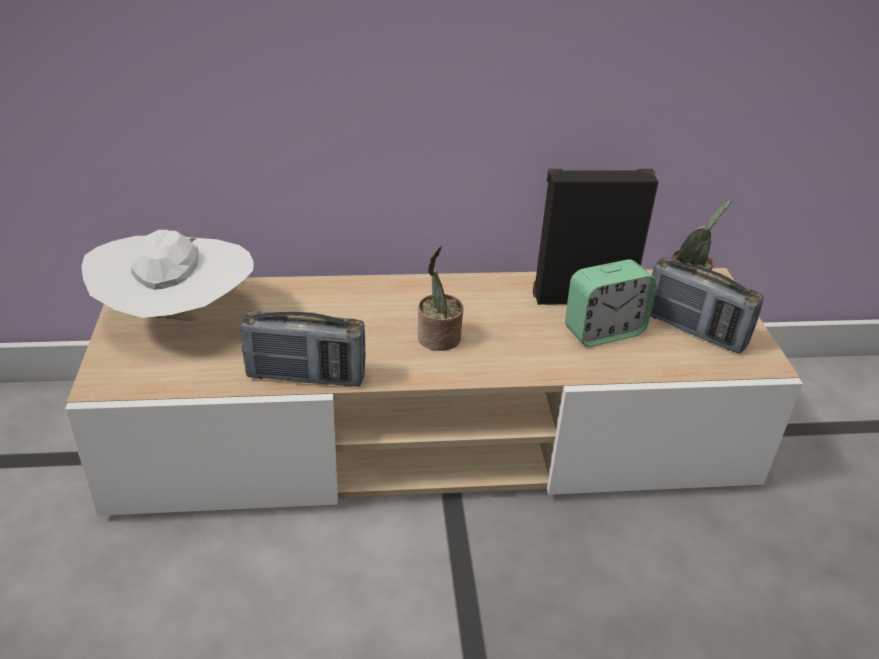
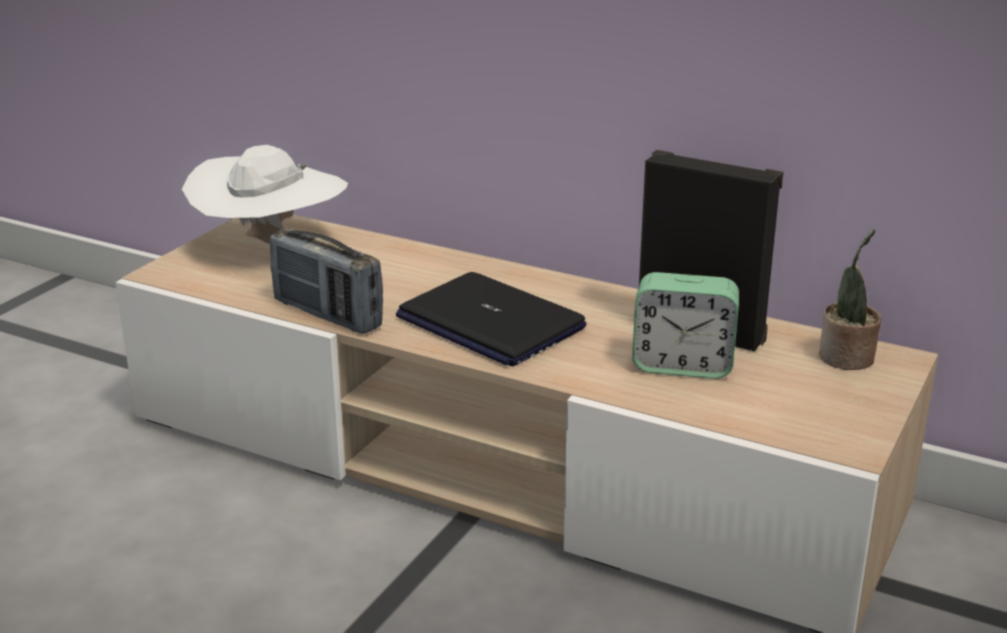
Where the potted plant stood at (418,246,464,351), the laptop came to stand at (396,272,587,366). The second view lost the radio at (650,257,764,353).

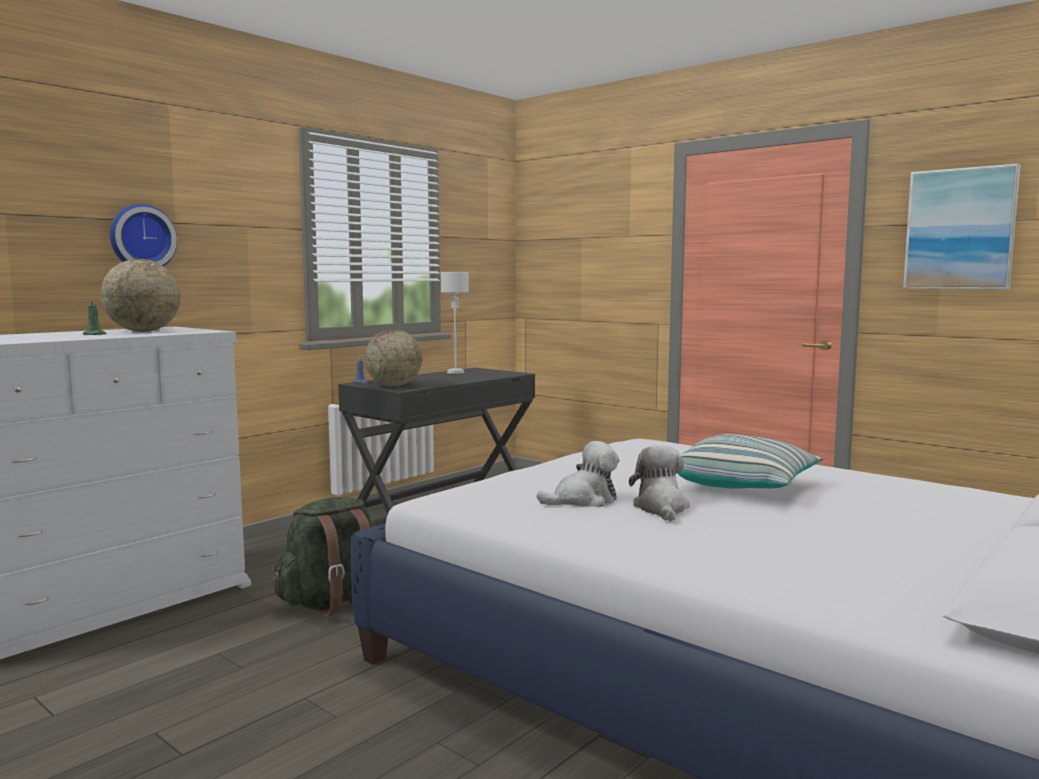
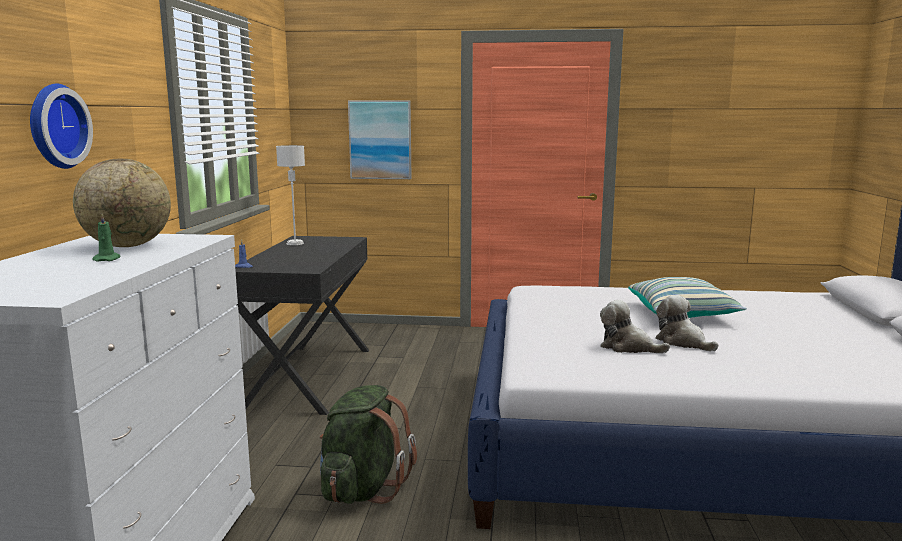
The picture ended up elsewhere, having gone from (903,164,1020,290) to (348,100,412,179). The plush toy at (537,441,619,507) ended up facing another way, 90 degrees counterclockwise from before. The second view lost the globe at (365,329,422,387).

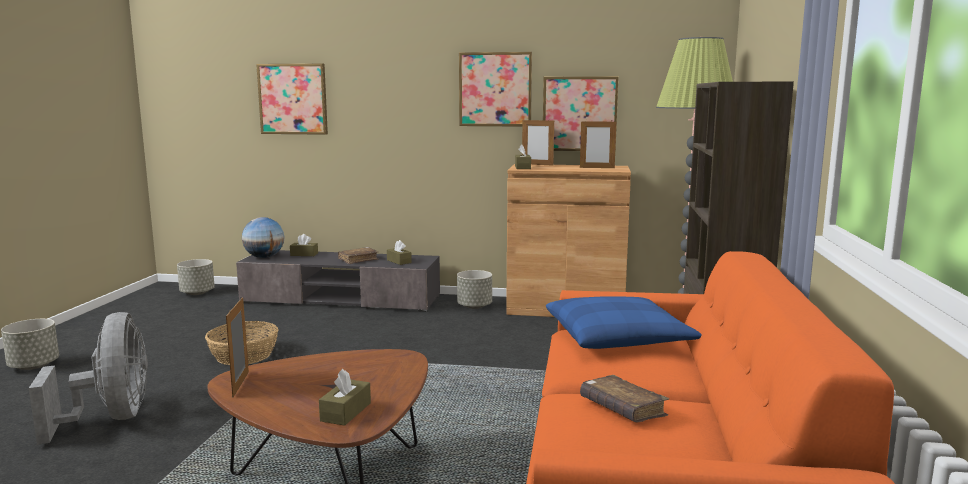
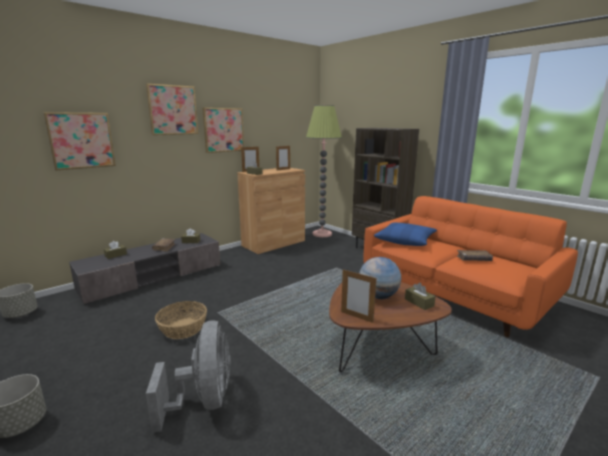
The picture ended up elsewhere, having gone from (543,76,619,152) to (146,83,198,135). The fan (grey) at (29,312,148,445) ended up facing another way, 60 degrees clockwise from before. The globe ended up elsewhere, having gone from (242,217,284,258) to (359,257,401,299). The second view lost the planter (grey) at (457,270,492,309).

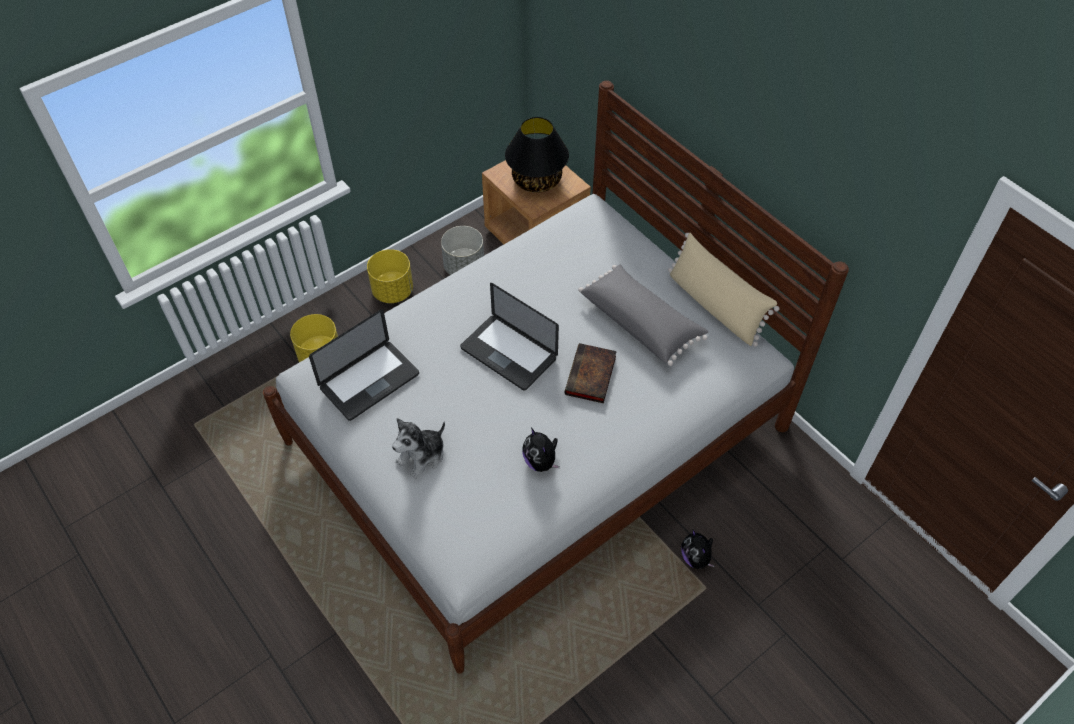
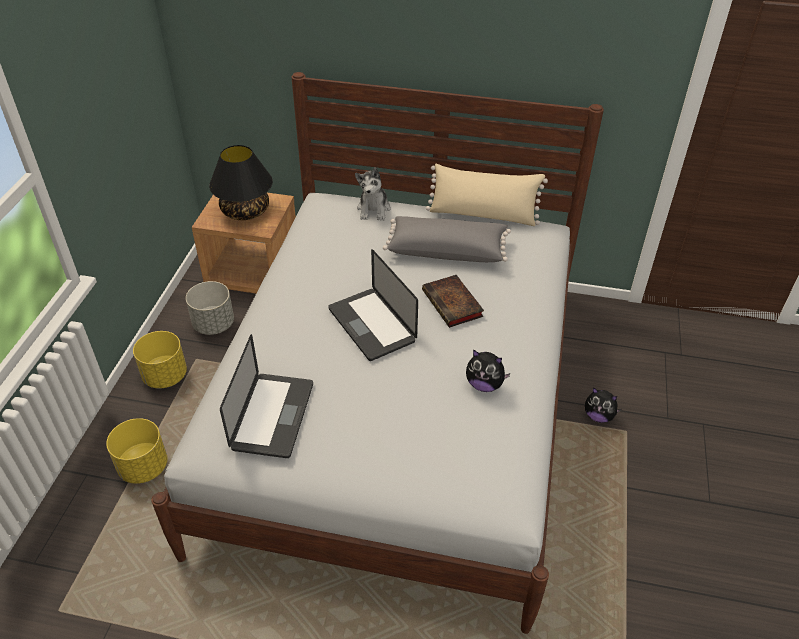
The laptop at (460,283,559,391) ended up facing another way, 60 degrees clockwise from before. The plush toy ended up elsewhere, having gone from (392,418,445,479) to (355,167,390,221).

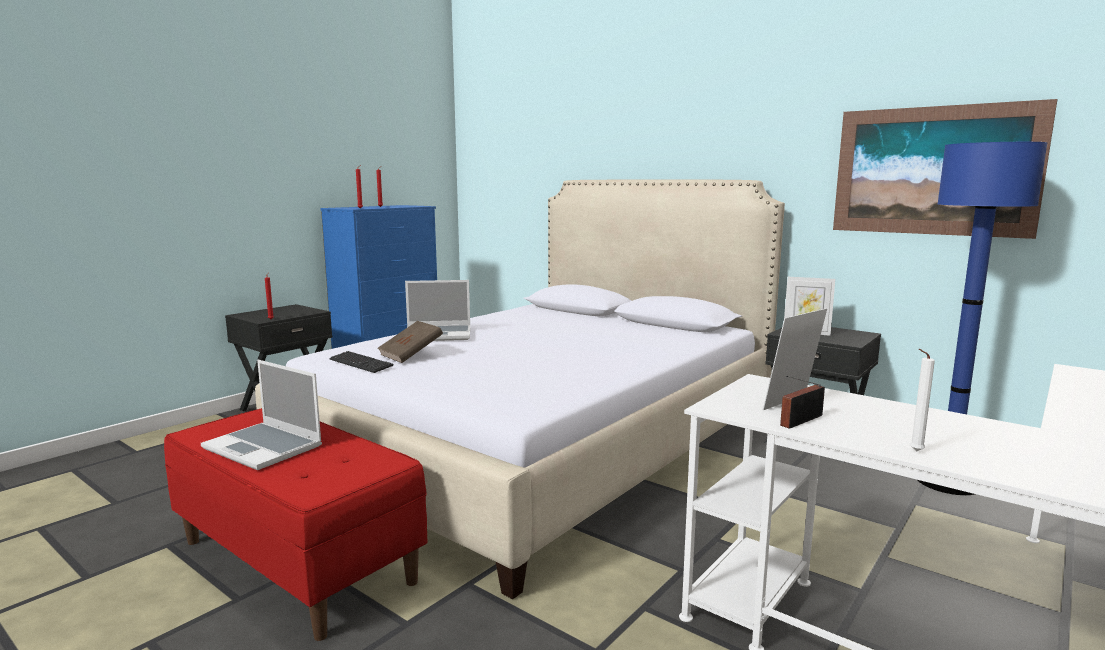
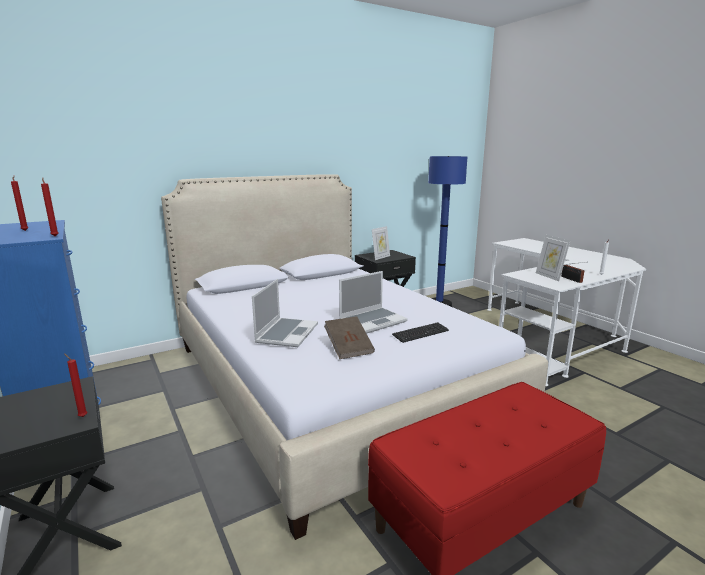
The laptop ended up elsewhere, having gone from (201,360,322,470) to (339,271,408,334). The keyboard ended up elsewhere, having gone from (329,351,394,373) to (392,322,449,343). The second view lost the picture at (833,99,1058,239).

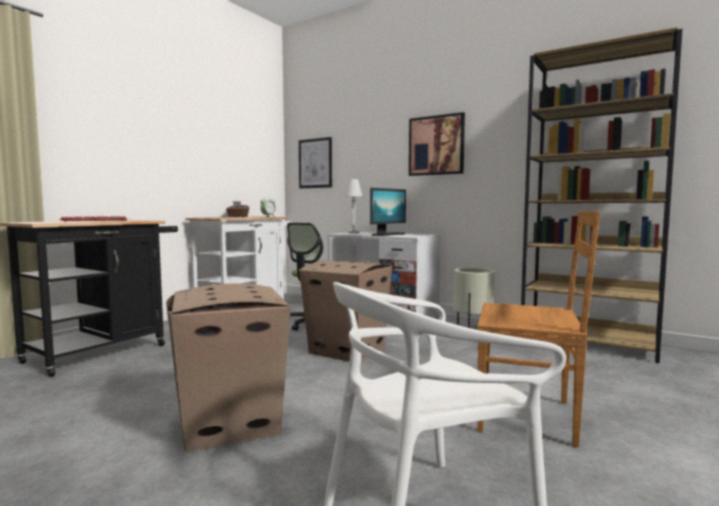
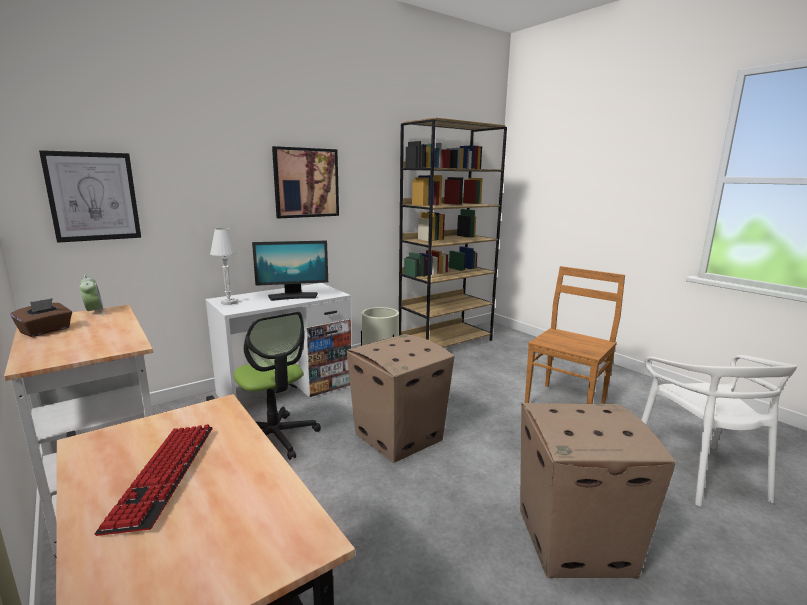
The monitor at (370,188,406,236) ended up facing another way, 105 degrees clockwise from before.

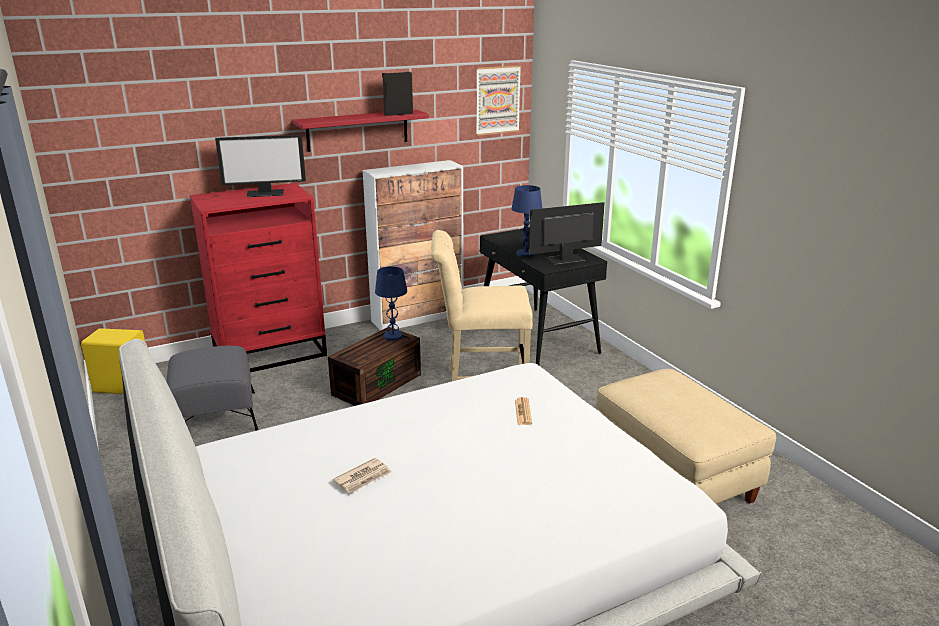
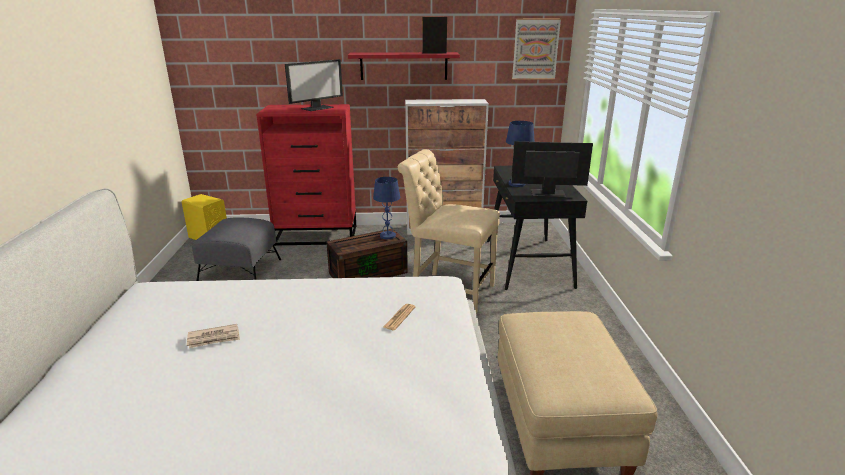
The monitor at (215,135,306,197) ended up facing another way, 60 degrees counterclockwise from before.

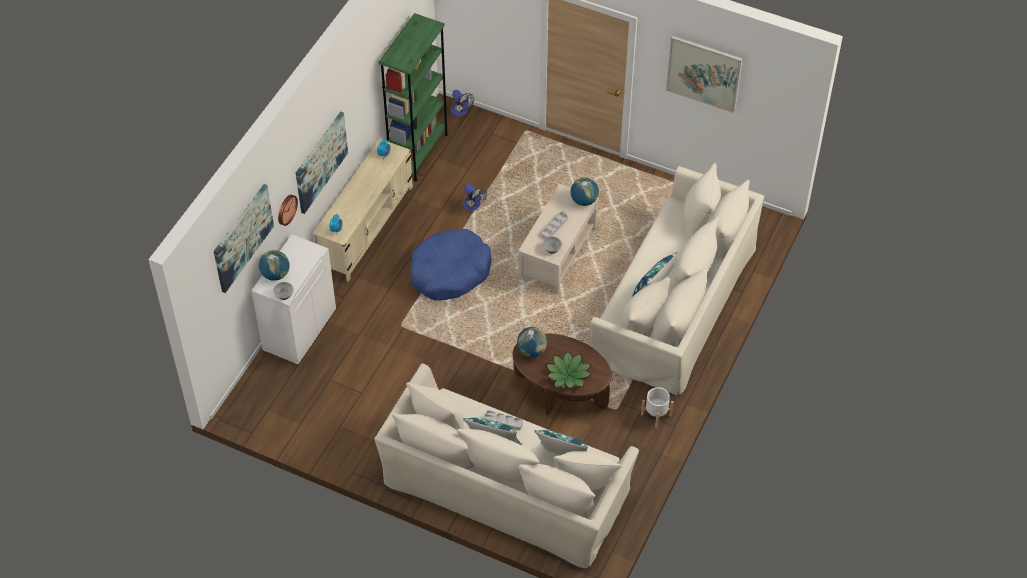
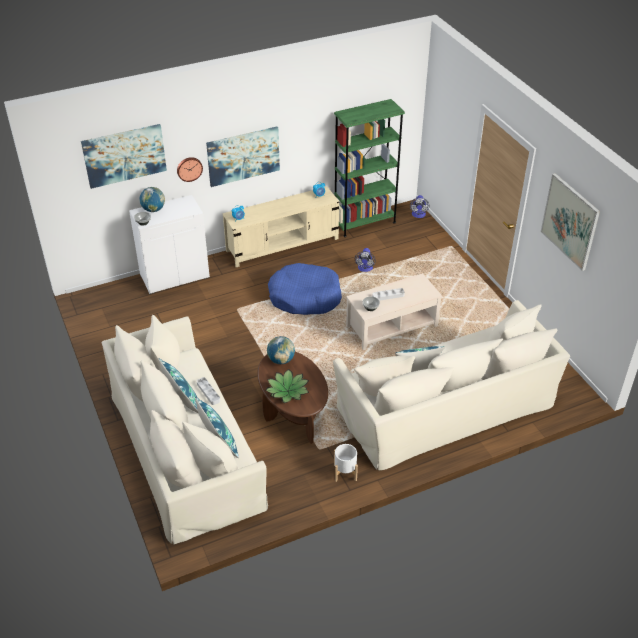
The second view lost the globe at (570,177,599,206).

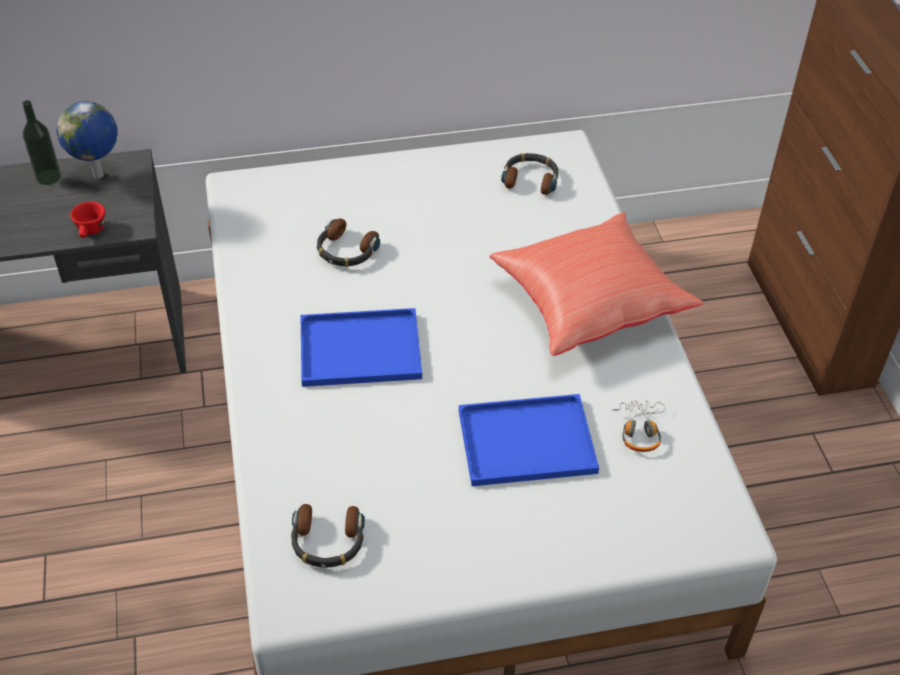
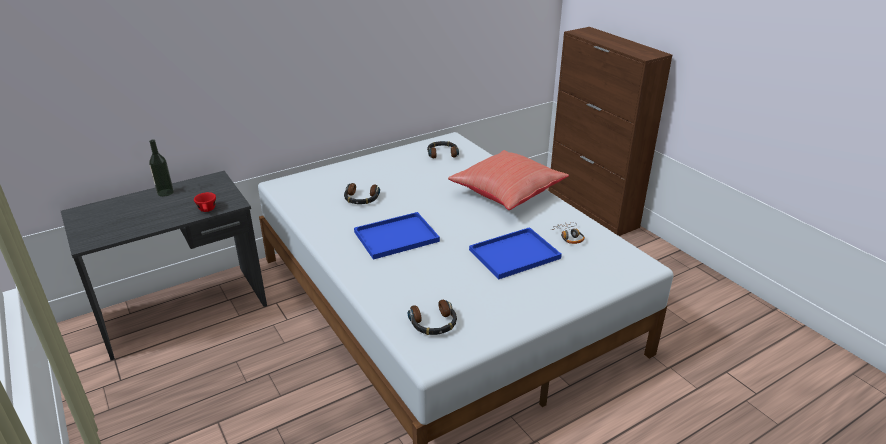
The second view lost the globe at (56,101,118,178).

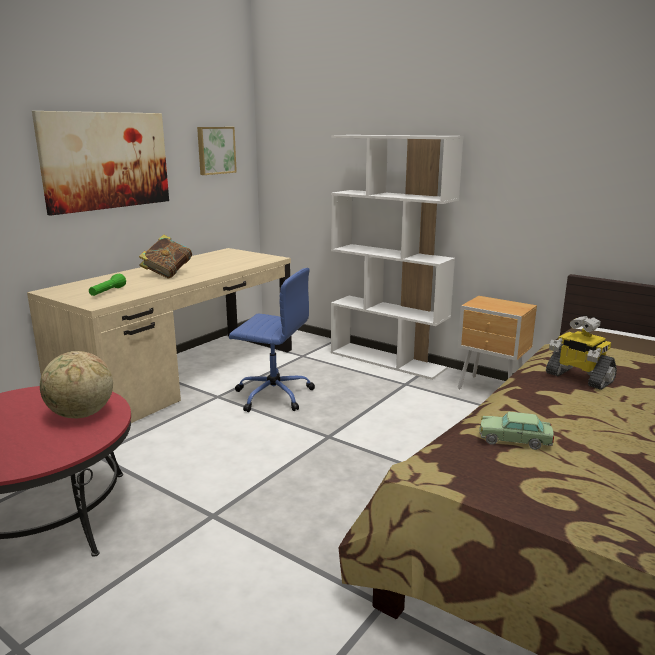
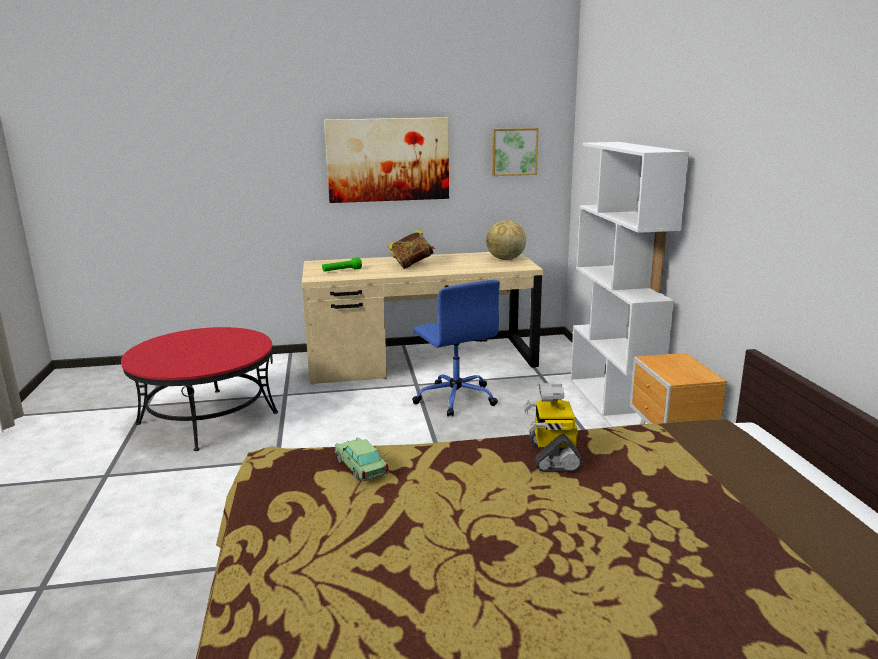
The globe ended up elsewhere, having gone from (40,351,113,418) to (486,220,526,260).

